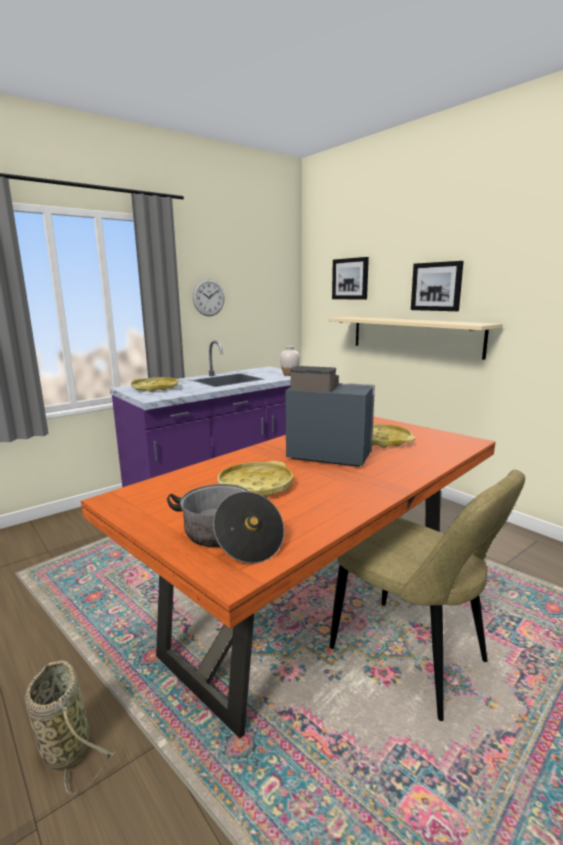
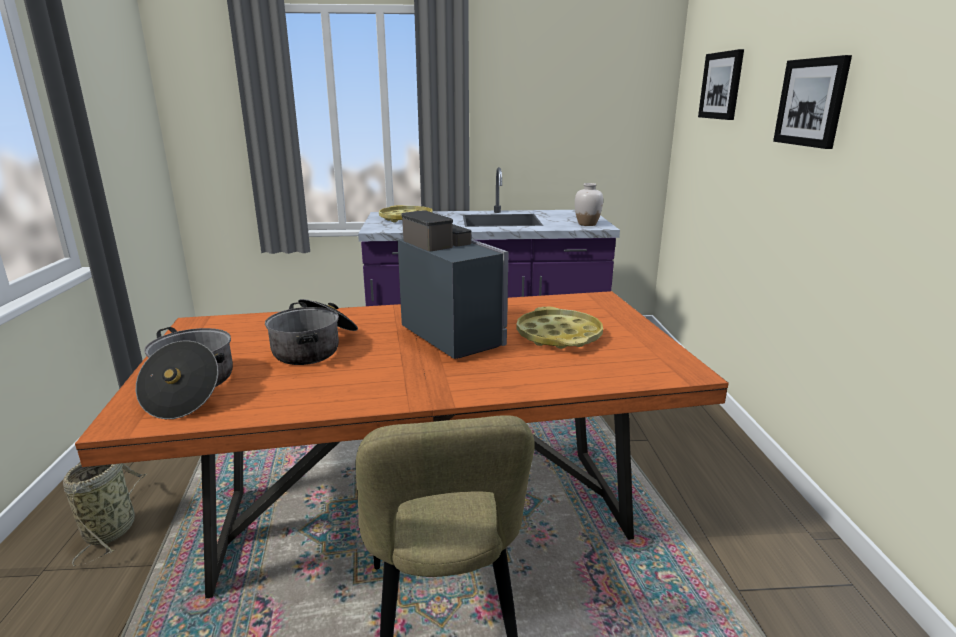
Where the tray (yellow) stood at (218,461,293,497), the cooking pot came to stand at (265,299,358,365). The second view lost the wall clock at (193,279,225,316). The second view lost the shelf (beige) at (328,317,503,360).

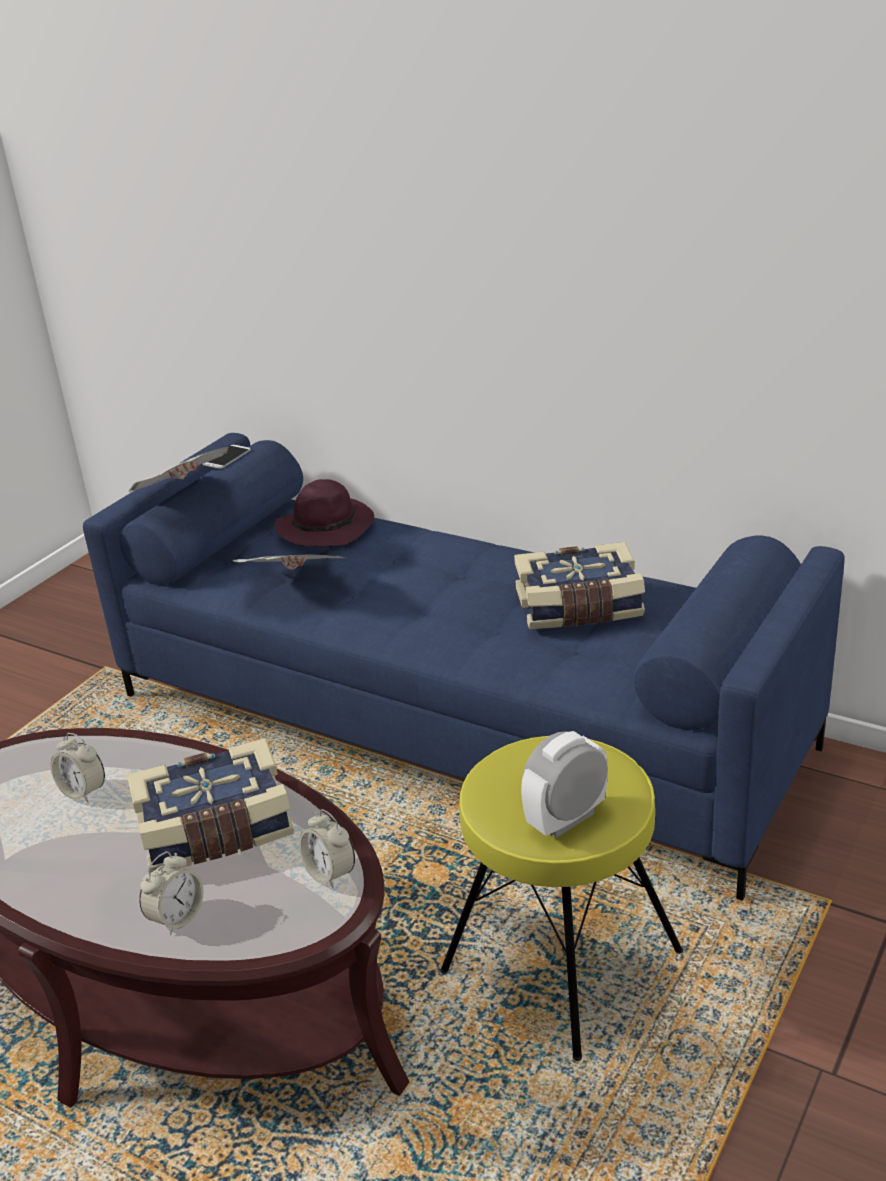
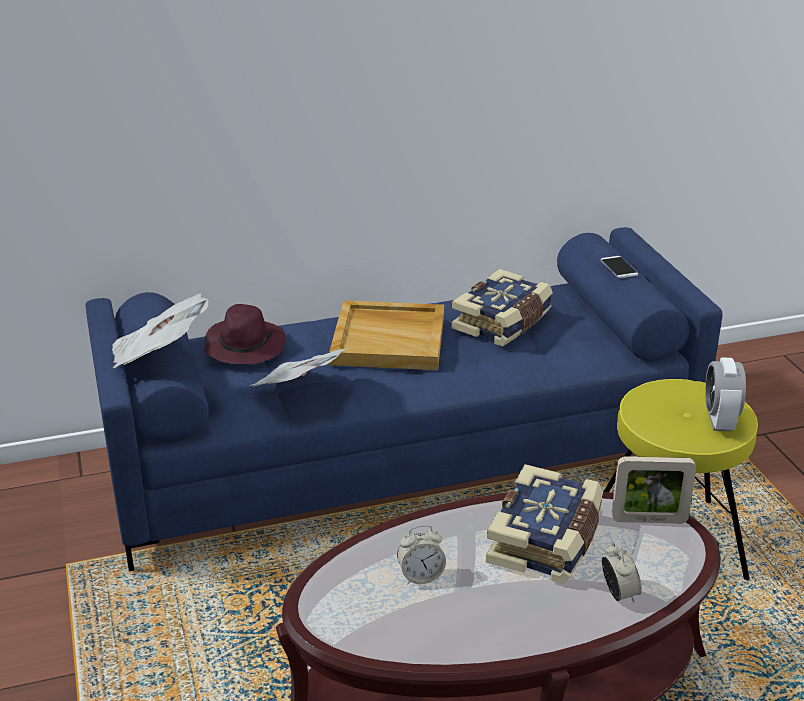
The second view gained the tray (beige) at (329,300,444,370). The phone ended up elsewhere, having gone from (203,445,251,469) to (600,256,638,278). Where the alarm clock stood at (299,809,355,889), the picture frame came to stand at (612,456,696,524).

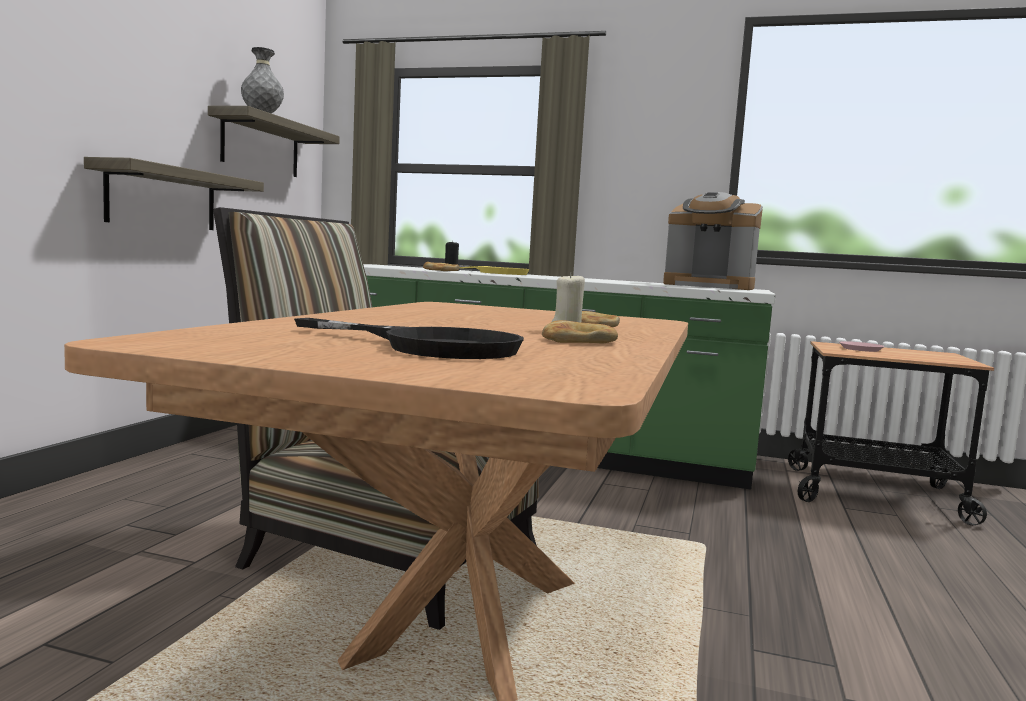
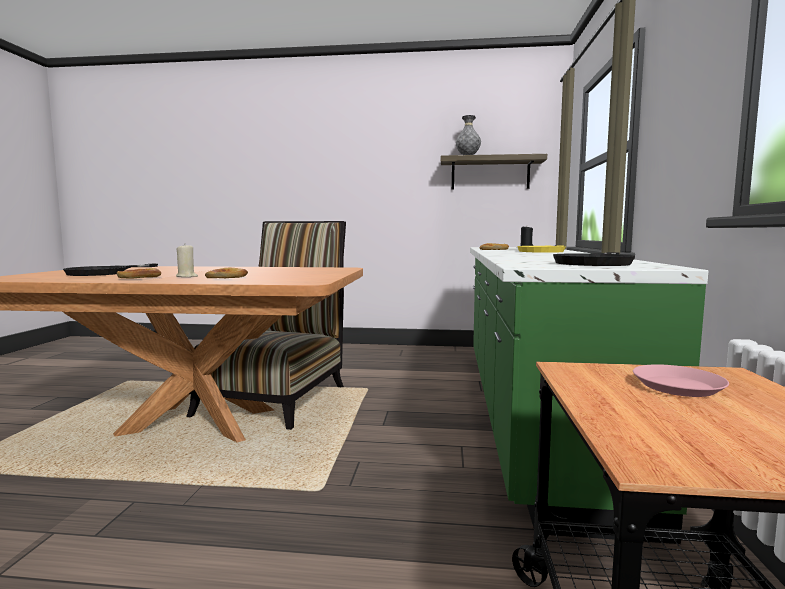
Where the coffee machine stood at (663,192,763,290), the frying pan (black) came to stand at (553,252,635,266). The second view lost the shelf at (84,157,264,230).

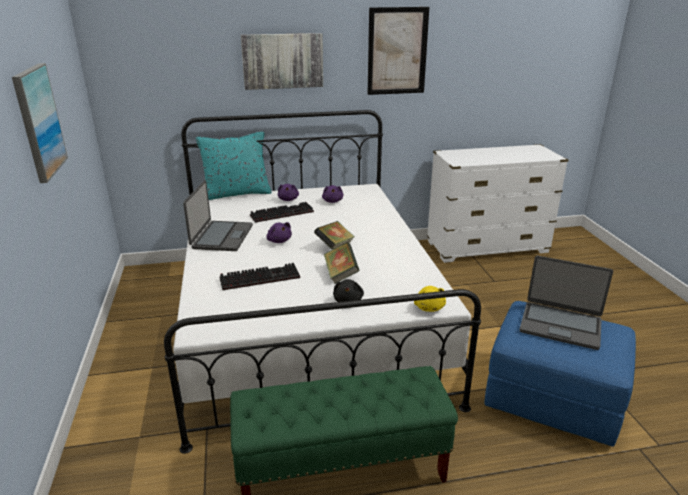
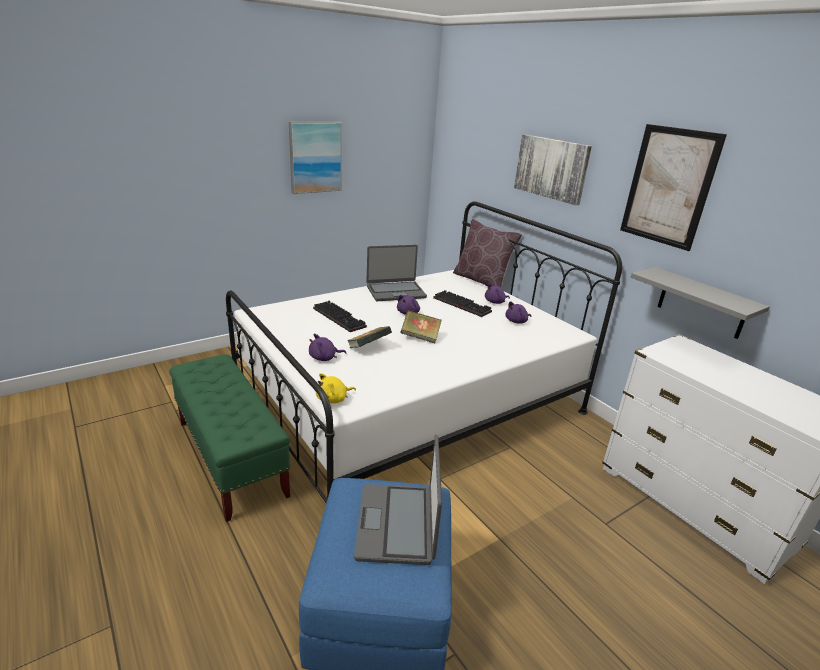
What was the plush toy (black) at (333,279,364,302) turned into the plush toy (purple) at (309,334,346,361). What was the pillow (turquoise) at (196,132,272,200) turned into the pillow (brown) at (453,219,522,288). The second view gained the shelf (grey) at (631,267,770,339).

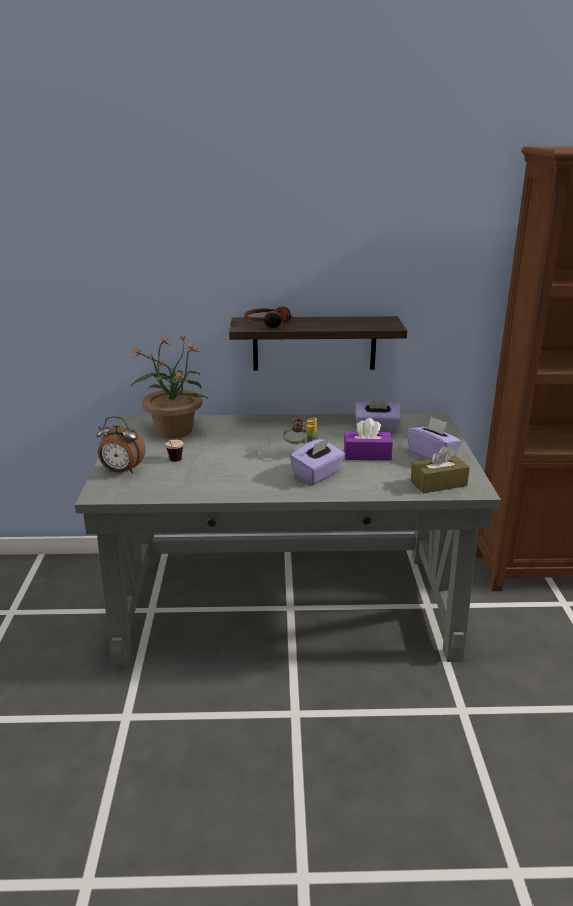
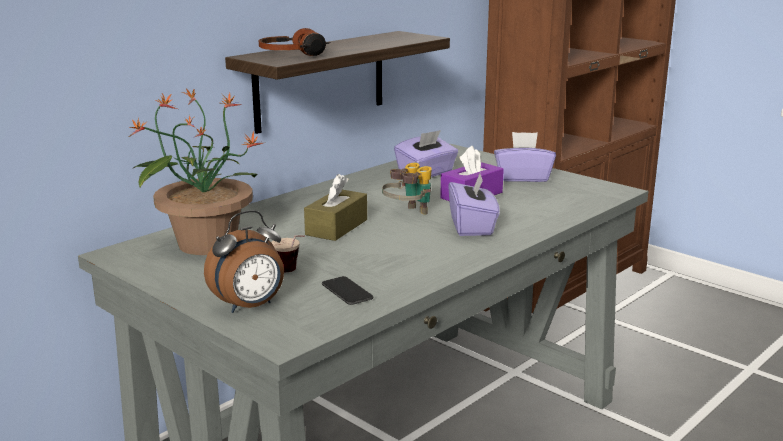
The tissue box (brown) ended up elsewhere, having gone from (411,446,470,493) to (304,174,367,241). The second view gained the phone at (322,276,373,305).

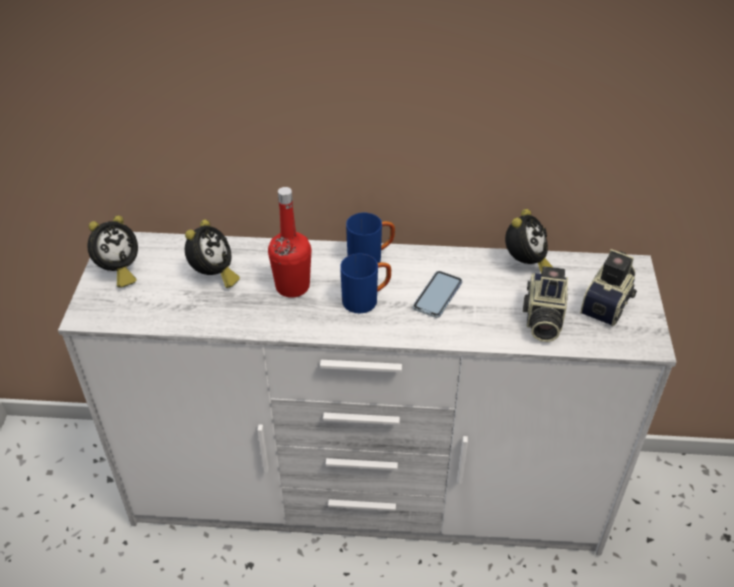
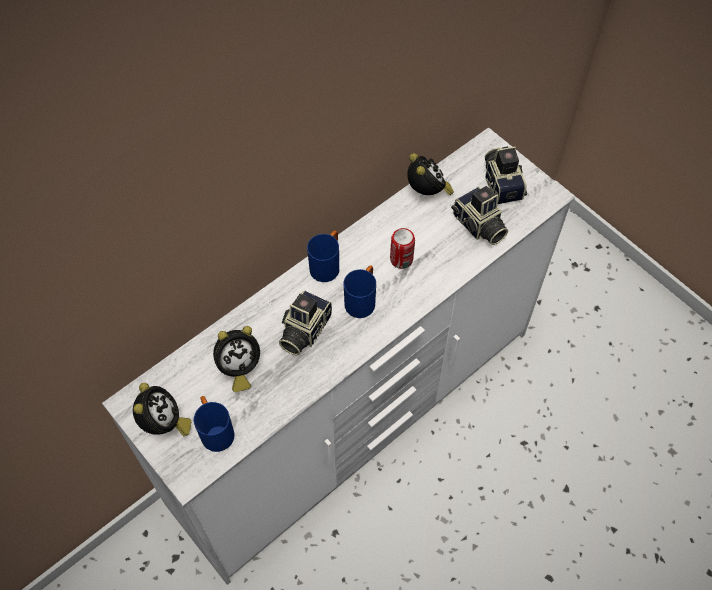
The second view gained the mug (blue) at (194,396,235,452). The alarm clock at (185,219,240,288) ended up facing another way, 90 degrees clockwise from before. Where the bottle (red) stood at (268,187,311,298), the photo camera came to stand at (279,291,332,356). Where the phone stood at (413,271,462,318), the can came to stand at (390,228,415,269).

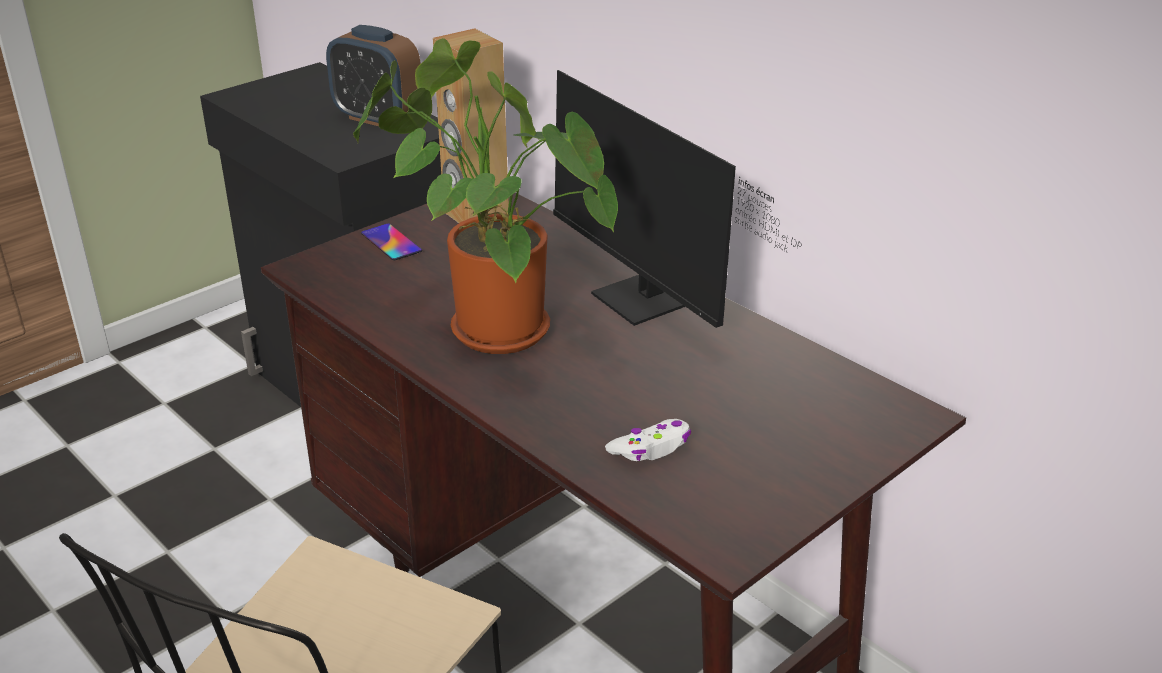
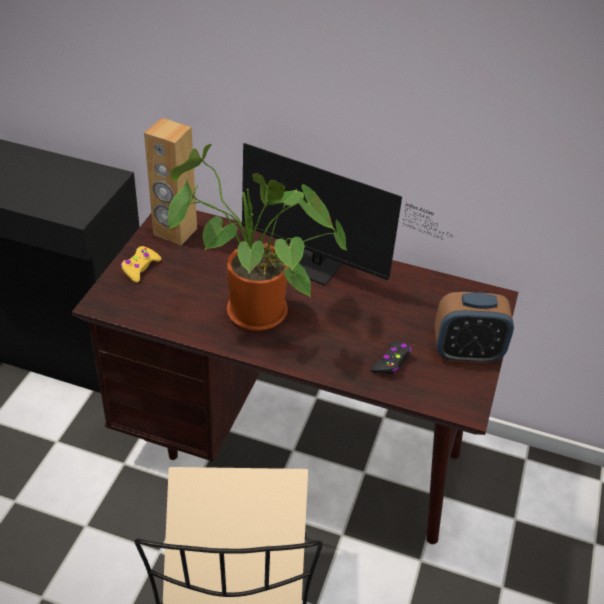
Where the phone stood at (361,223,422,260), the game controller (yellow) came to stand at (121,246,161,283). What was the game controller (white) at (605,419,691,461) turned into the game controller (black) at (370,341,411,374). The alarm clock ended up elsewhere, having gone from (326,25,421,126) to (435,292,514,363).

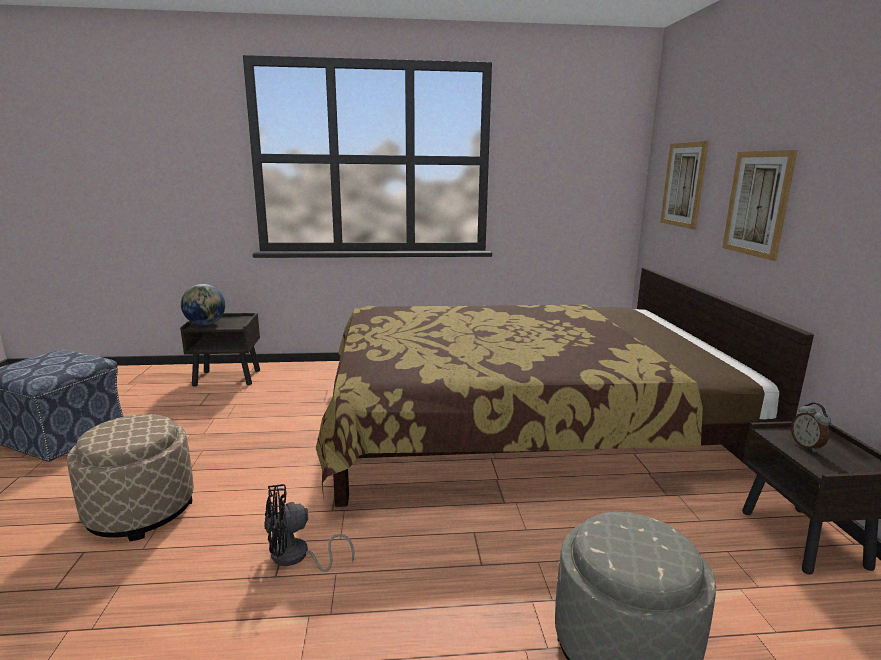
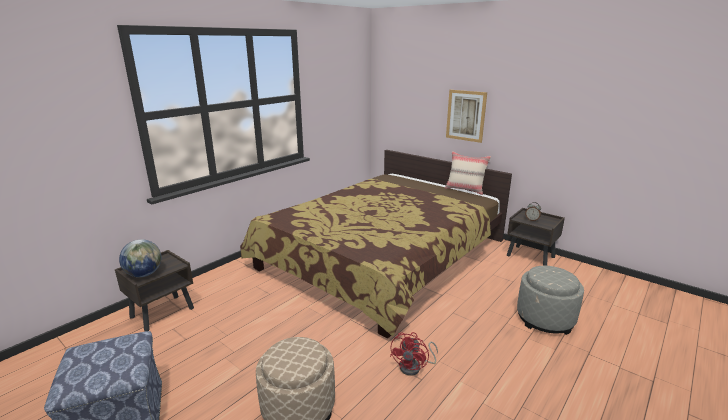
What was the fan (black) at (264,484,354,572) turned into the fan (red) at (390,332,438,376). The second view gained the pillow (beige) at (445,151,491,195). The second view lost the picture at (660,141,709,229).

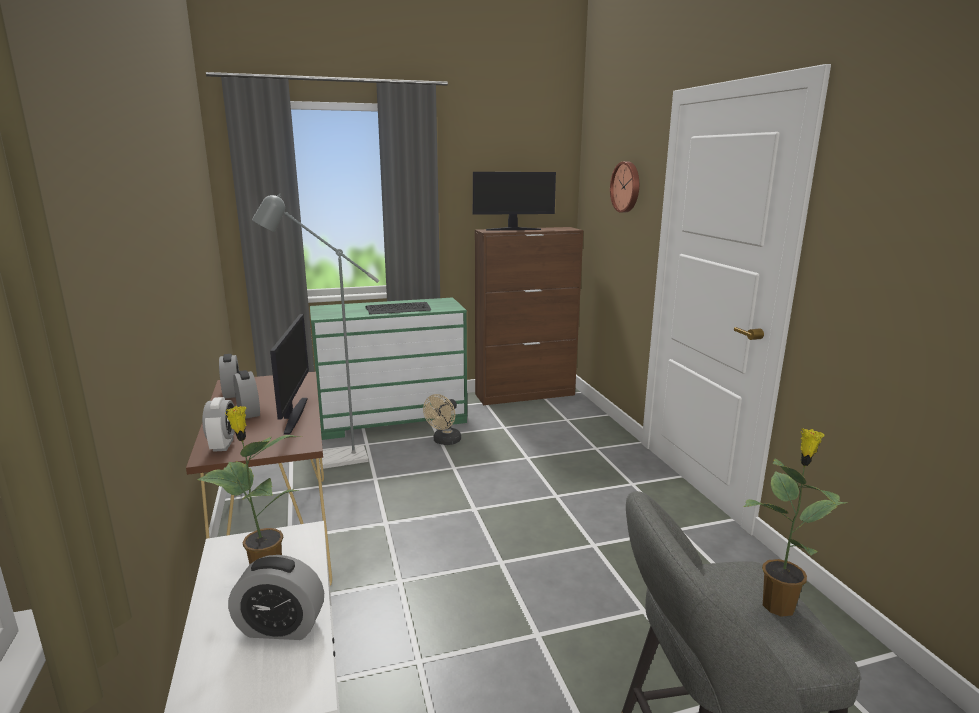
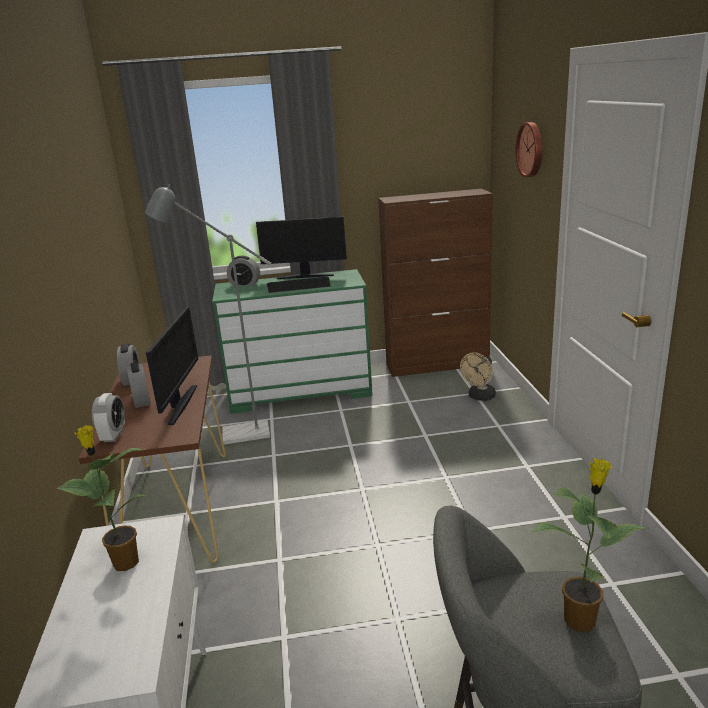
The alarm clock ended up elsewhere, having gone from (228,555,324,640) to (227,256,260,286). The monitor ended up elsewhere, having gone from (473,172,556,231) to (256,217,347,279). The fan (beige) ended up elsewhere, having gone from (423,394,461,445) to (460,352,496,401).

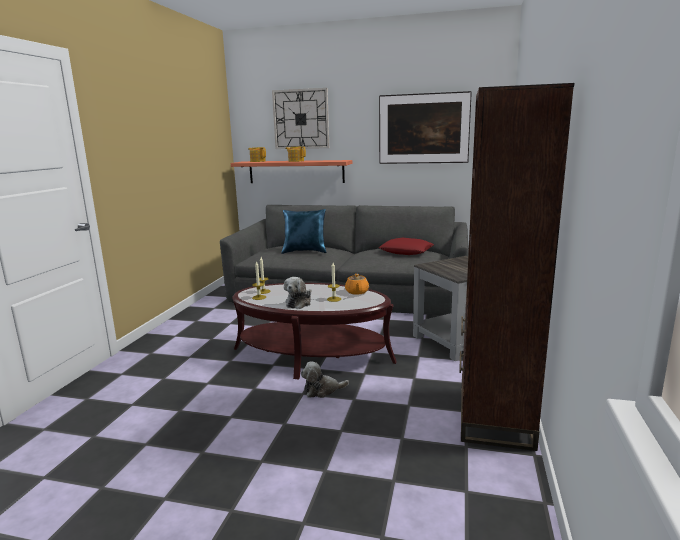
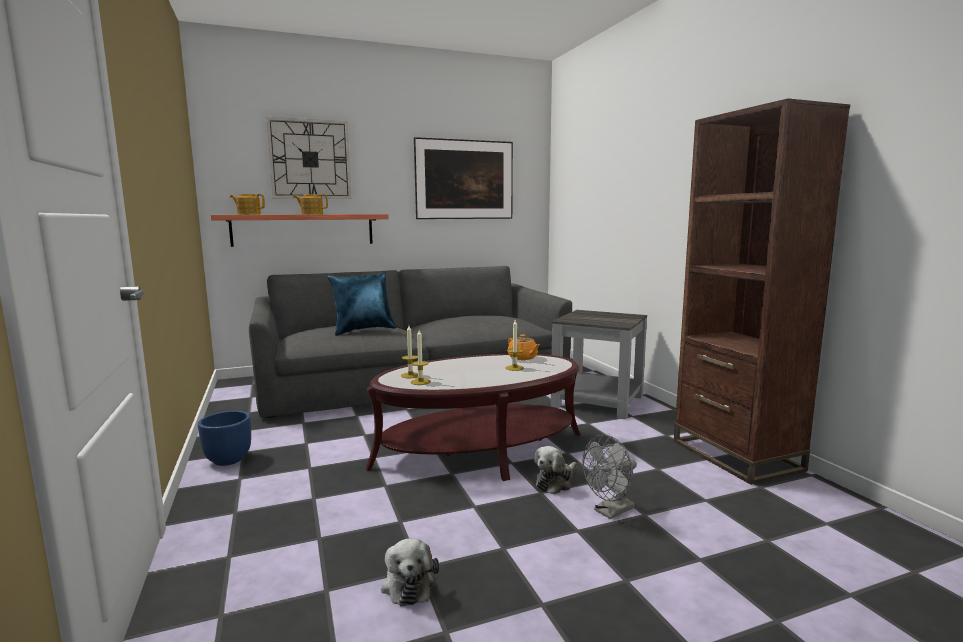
The second view gained the planter (blue) at (198,411,251,466). The plush toy ended up elsewhere, having gone from (284,277,311,309) to (381,538,439,606). The second view gained the fan (grey) at (583,435,637,519). The second view lost the pillow (red) at (379,238,434,255).

